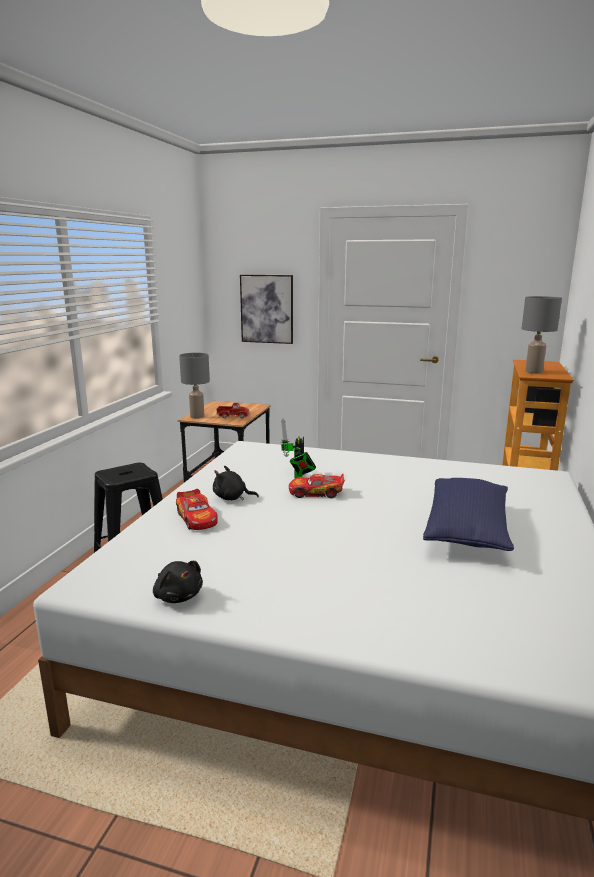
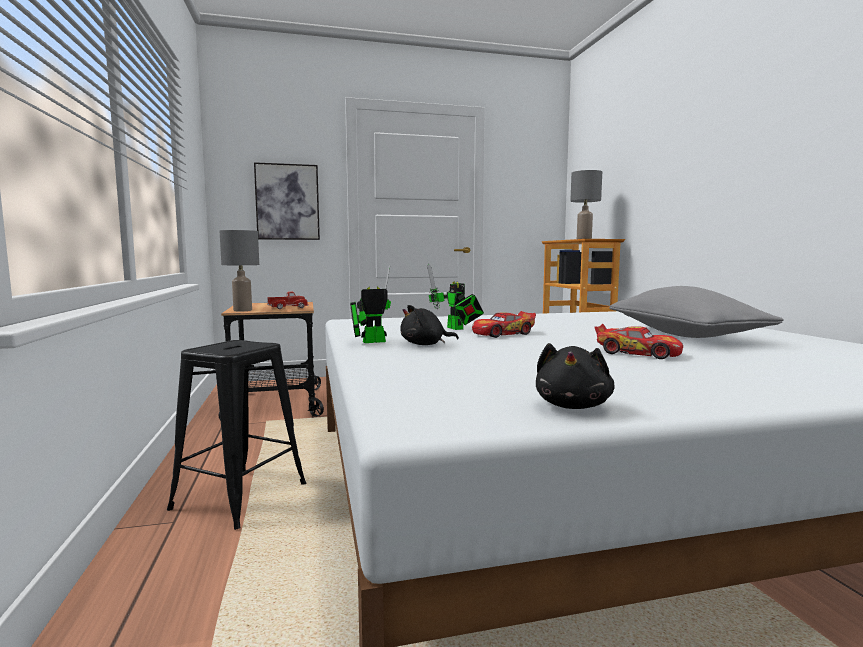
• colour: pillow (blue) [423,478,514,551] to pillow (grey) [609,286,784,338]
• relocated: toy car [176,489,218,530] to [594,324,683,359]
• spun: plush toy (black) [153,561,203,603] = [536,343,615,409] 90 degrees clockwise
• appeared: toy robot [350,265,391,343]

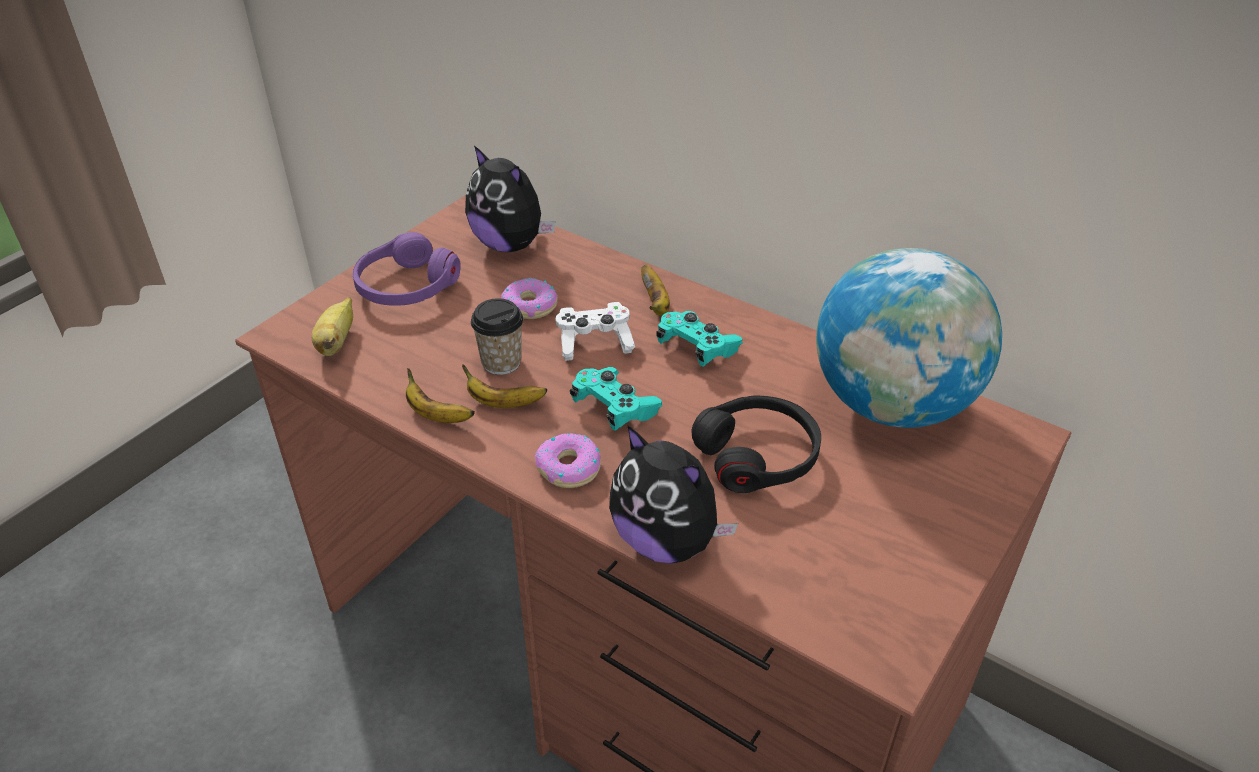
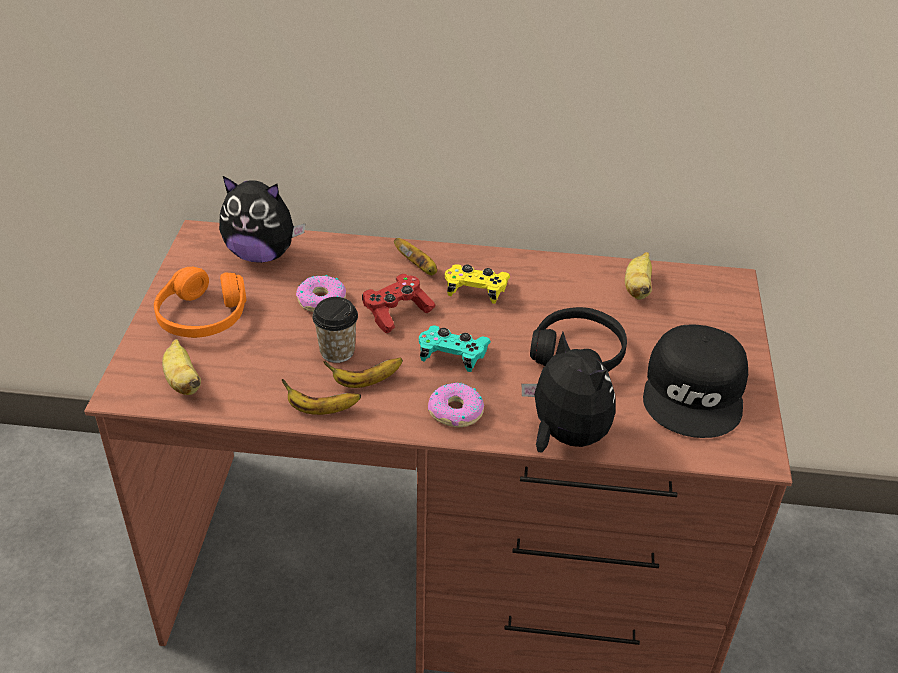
• colour: headphones (purple) [353,232,461,306] to headphones (orange) [154,267,246,338]
• exchanged: globe [816,248,1002,428] to banana [625,252,652,300]
• colour: game controller (white) [556,302,635,361] to game controller (red) [362,274,435,334]
• colour: game controller (turquoise) [656,311,743,367] to game controller (yellow) [445,264,510,304]
• spun: plush toy [609,425,738,564] = [522,332,616,452] 135 degrees counterclockwise
• appeared: cap (black) [643,325,748,438]

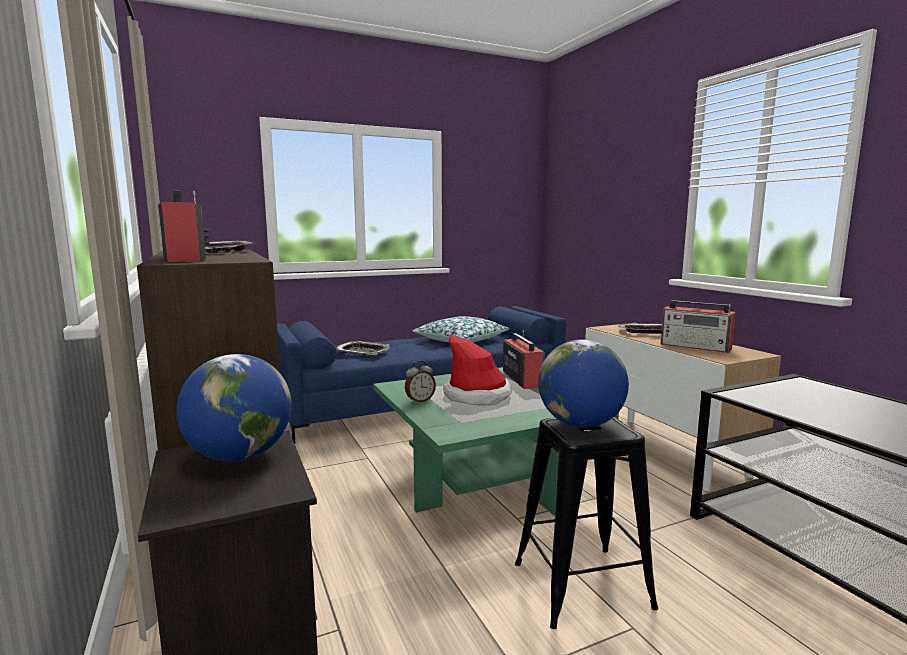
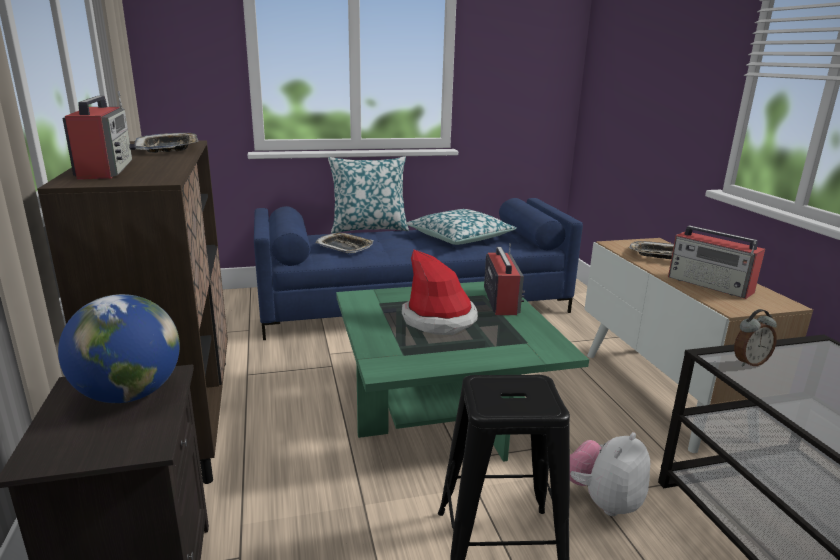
• missing: globe [538,339,629,428]
• relocated: alarm clock [405,361,436,403] to [734,309,777,367]
• appeared: pillow [328,156,409,233]
• appeared: plush toy [570,432,650,516]

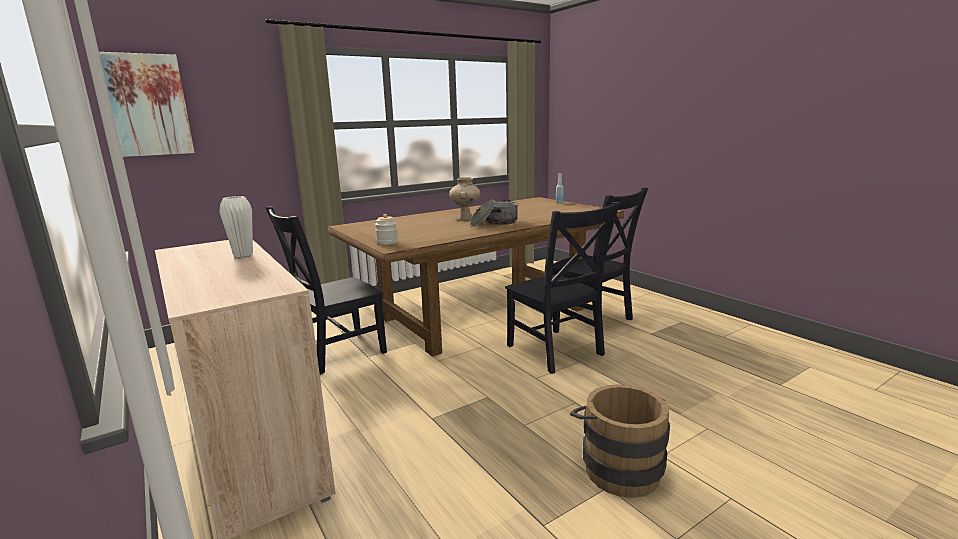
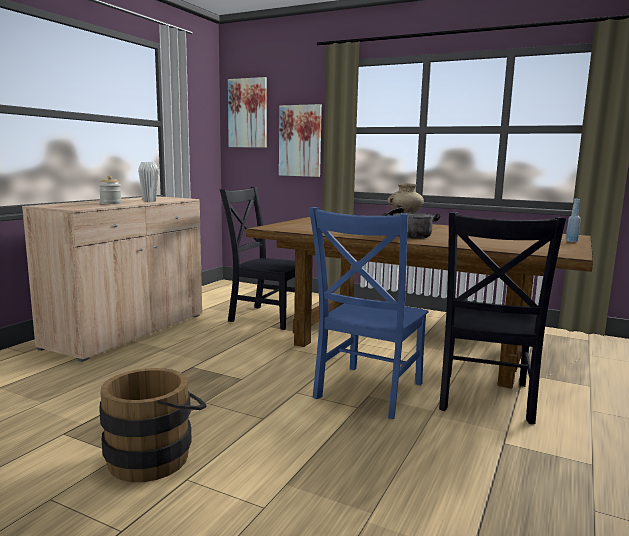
• colour: chair (black) [505,202,620,374] to chair (blue) [309,207,428,419]
• relocated: jar [375,214,398,245] to [99,176,122,204]
• appeared: picture [279,104,322,177]

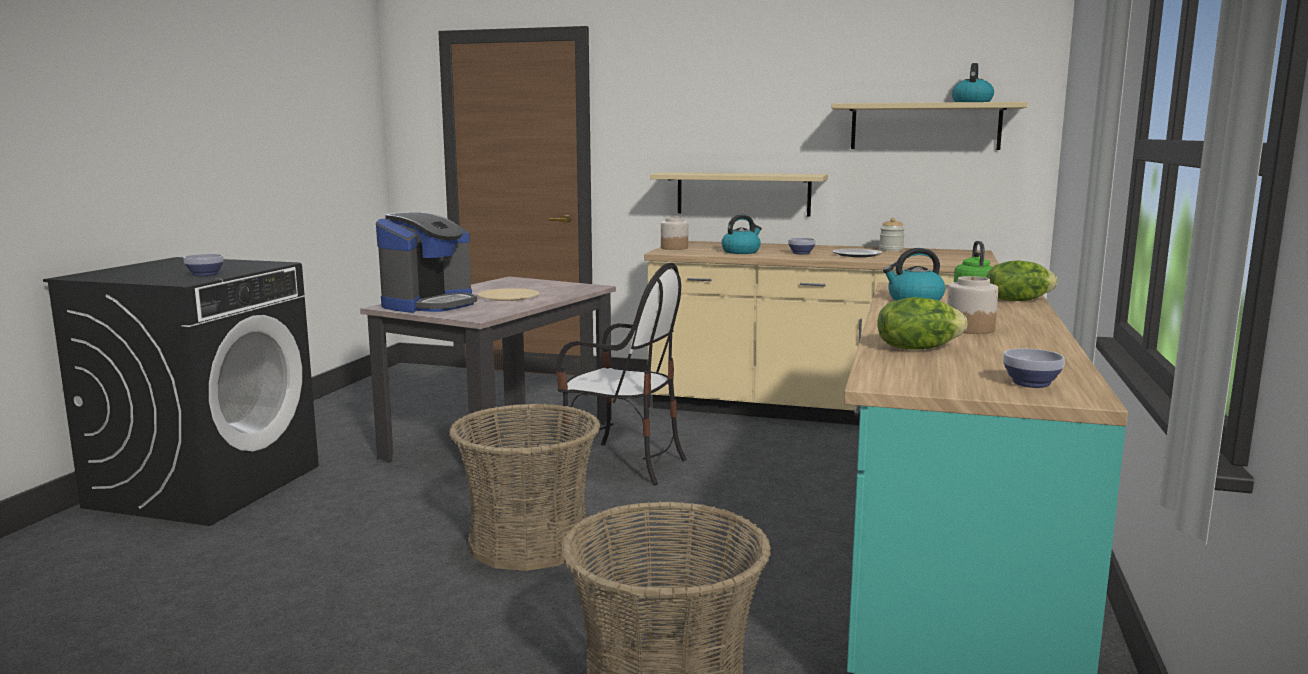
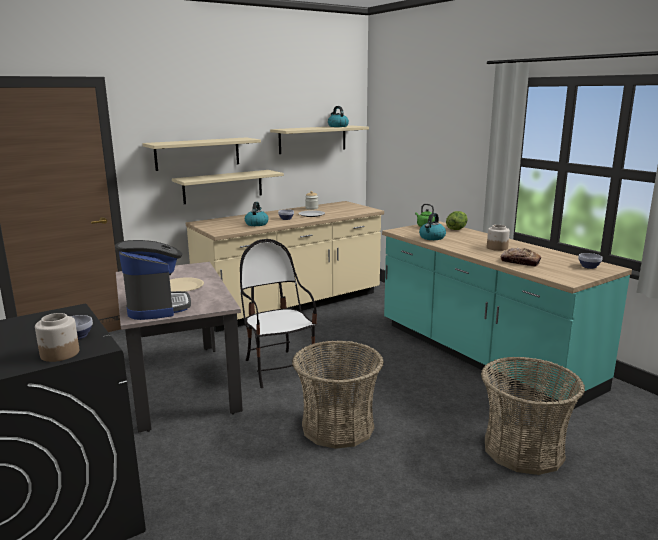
• relocated: jar [661,217,688,250] to [35,313,79,362]
• spun: chair [556,262,687,485] = [240,239,317,388] 90 degrees counterclockwise
• exchanged: lettuce [877,297,967,350] to bread [501,248,541,266]
• appeared: shelf (beige) [142,137,261,171]

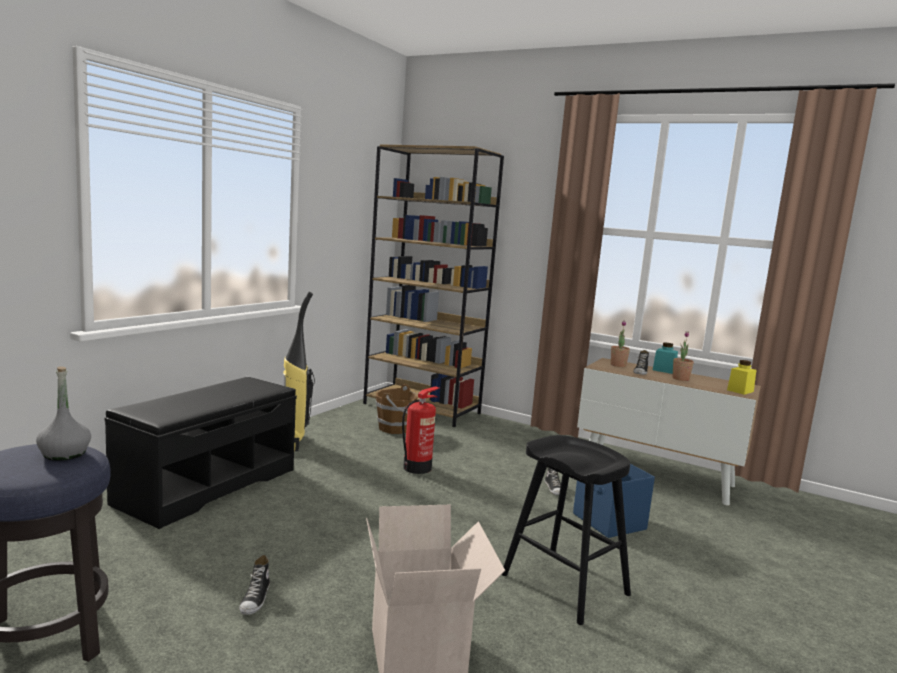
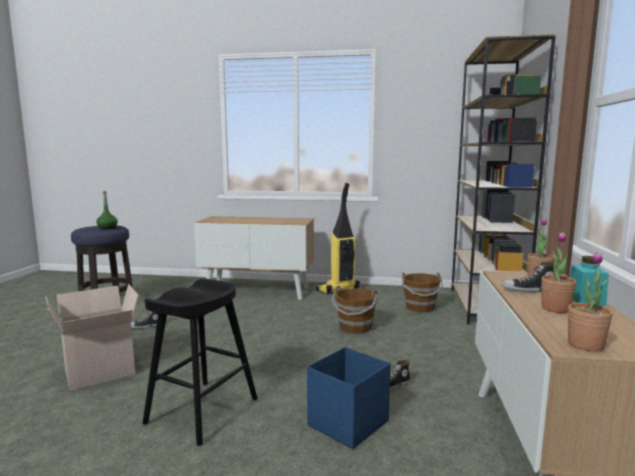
• exchanged: jar (yellow) [727,360,756,395] to potted plant [568,252,613,351]
• colour: bottle (grey) [36,367,91,461] to bottle (green) [96,191,118,229]
• exchanged: bench (black) [105,377,297,529] to cabinet [194,216,314,300]
• exchanged: fire extinguisher [402,386,440,474] to bucket (brown) [332,286,377,334]

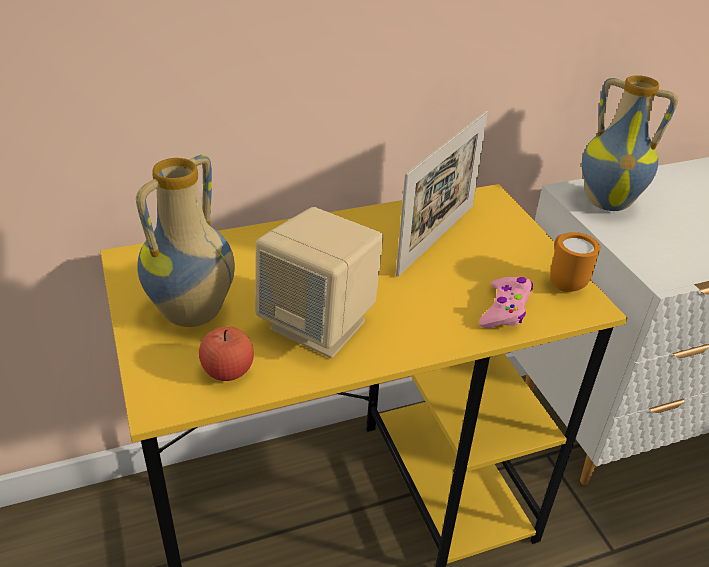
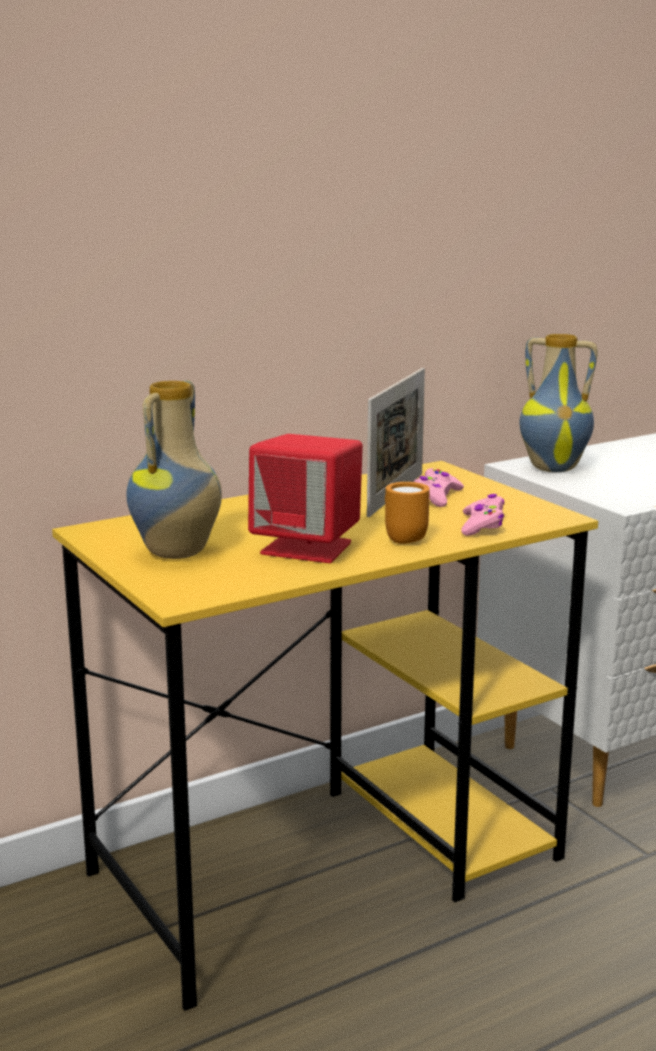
• colour: speaker (beige) [255,207,383,358] to speaker (red) [248,434,363,563]
• relocated: mug (orange) [551,232,600,292] to [385,482,430,544]
• missing: apple [199,326,254,381]
• appeared: game controller (pink) [413,468,464,507]

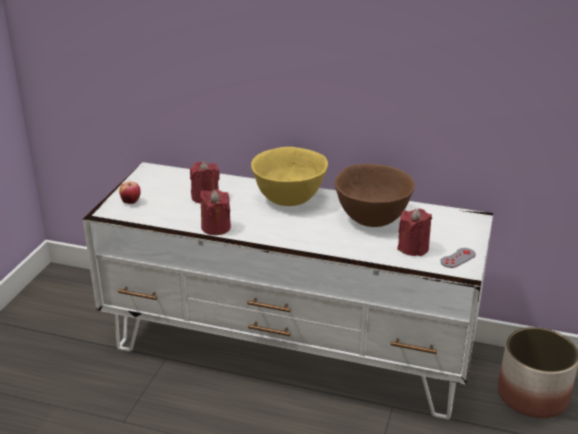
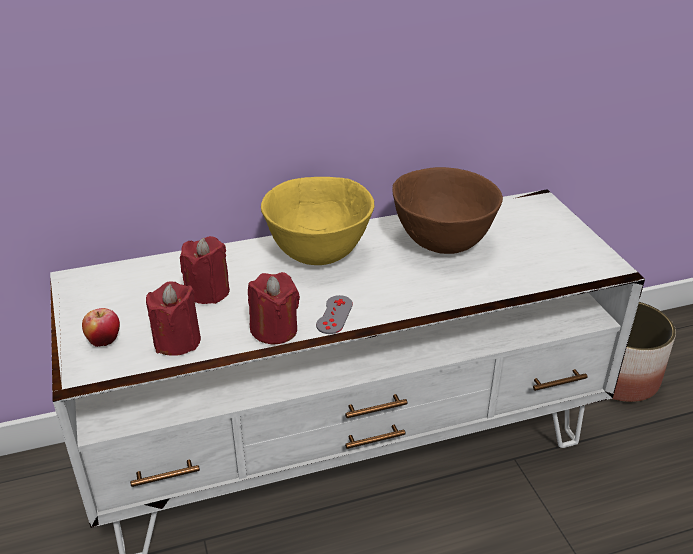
• relocated: candle (red) [397,208,432,256] to [146,282,201,356]
• relocated: game controller (grey) [440,248,476,268] to [316,295,353,334]

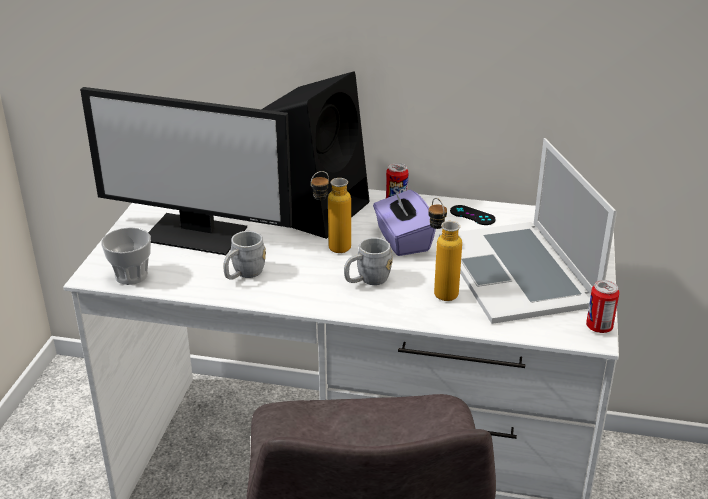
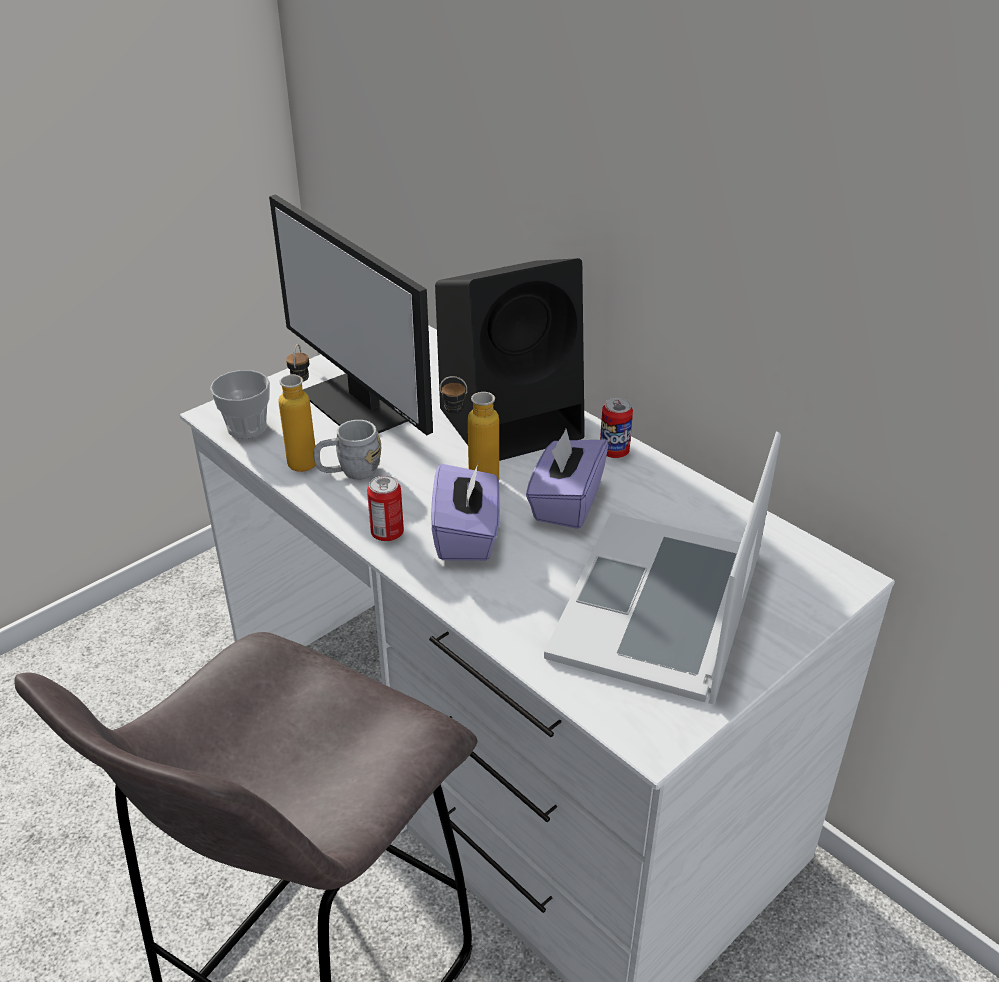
• relocated: bottle [428,198,462,301] to [279,344,316,472]
• missing: game controller (black) [450,205,496,225]
• exchanged: mug (grey) [344,237,393,285] to tissue box (purple) [431,462,500,561]
• relocated: can [586,280,620,333] to [367,476,404,541]

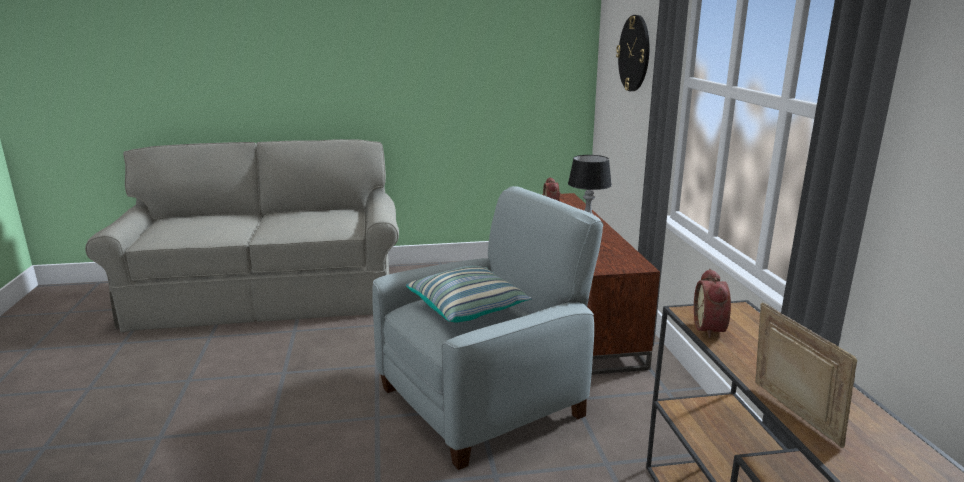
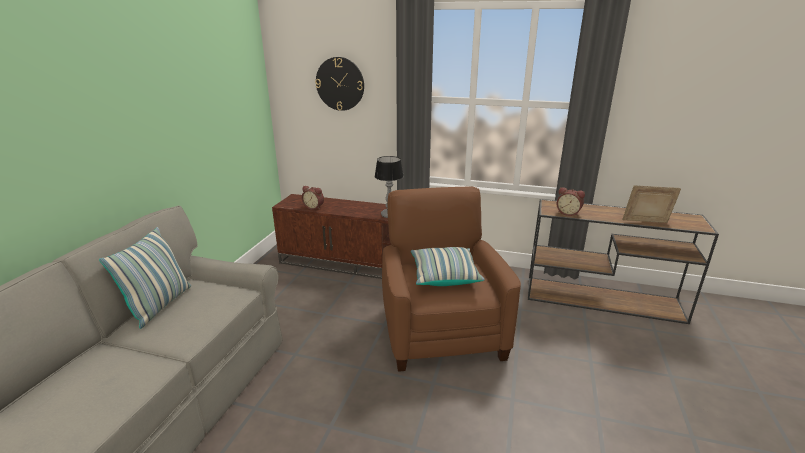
• colour: armchair (grey) [372,186,603,470] to armchair (brown) [382,186,521,372]
• appeared: pillow [99,227,191,329]

